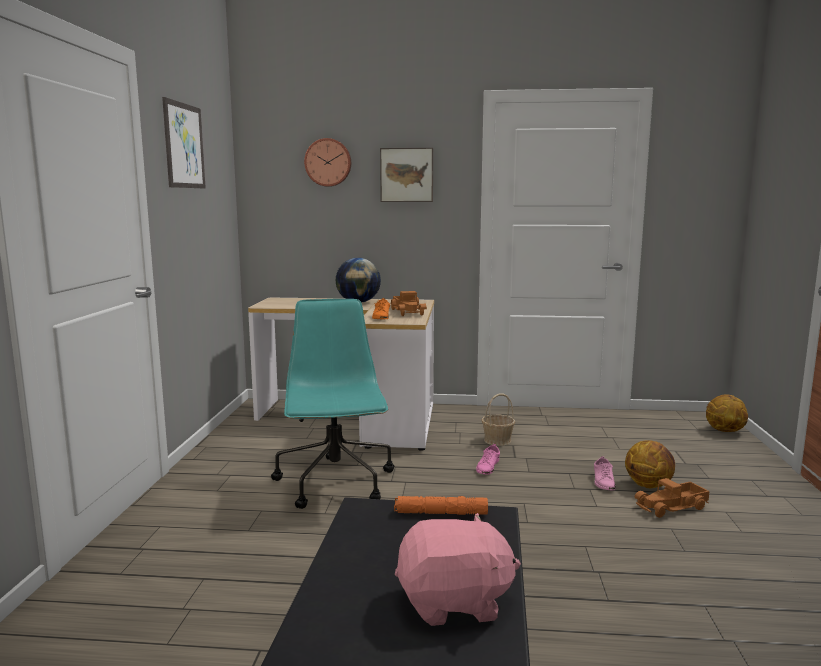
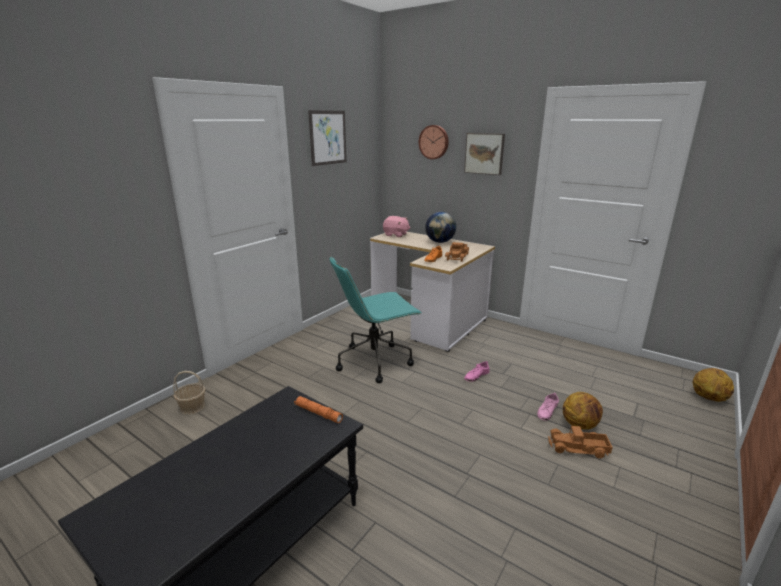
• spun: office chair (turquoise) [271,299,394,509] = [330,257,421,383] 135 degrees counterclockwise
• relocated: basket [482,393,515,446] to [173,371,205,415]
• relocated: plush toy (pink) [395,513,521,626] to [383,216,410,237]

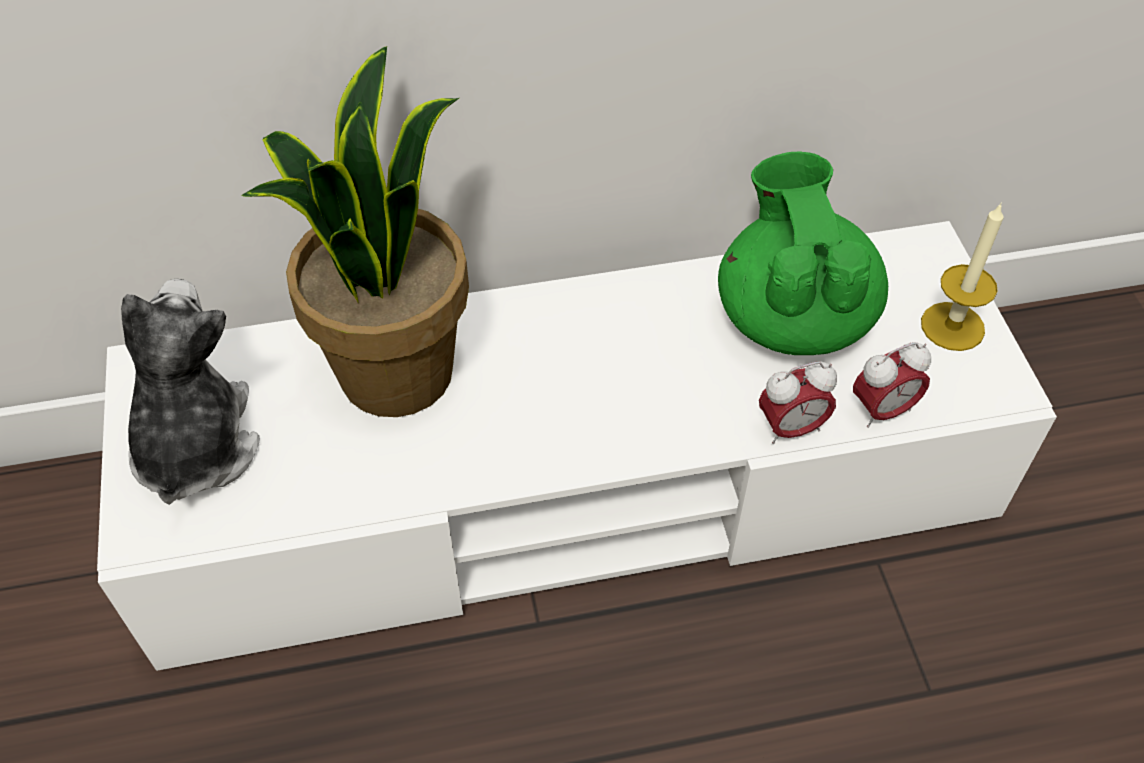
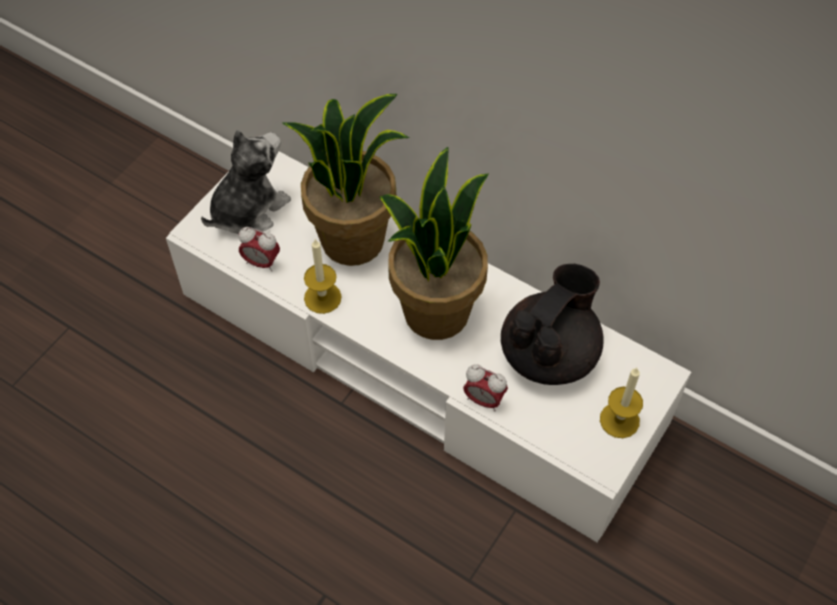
• colour: teapot (green) [718,151,888,355] to teapot (black) [501,264,604,385]
• relocated: alarm clock [853,342,931,428] to [238,227,280,272]
• appeared: potted plant [380,147,489,340]
• appeared: candle [304,239,342,314]

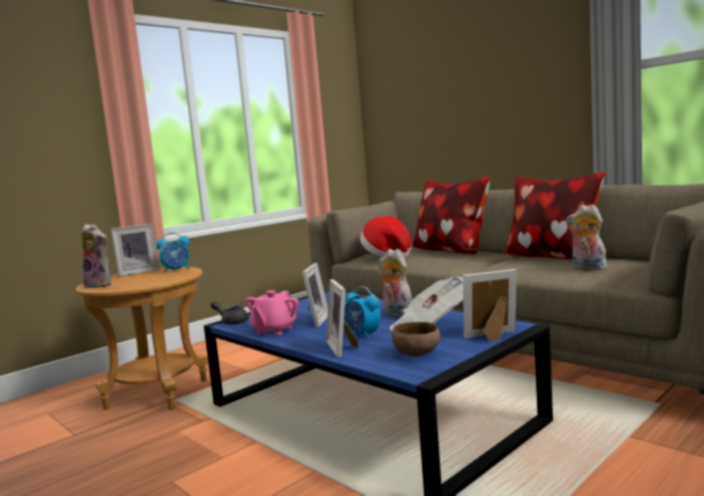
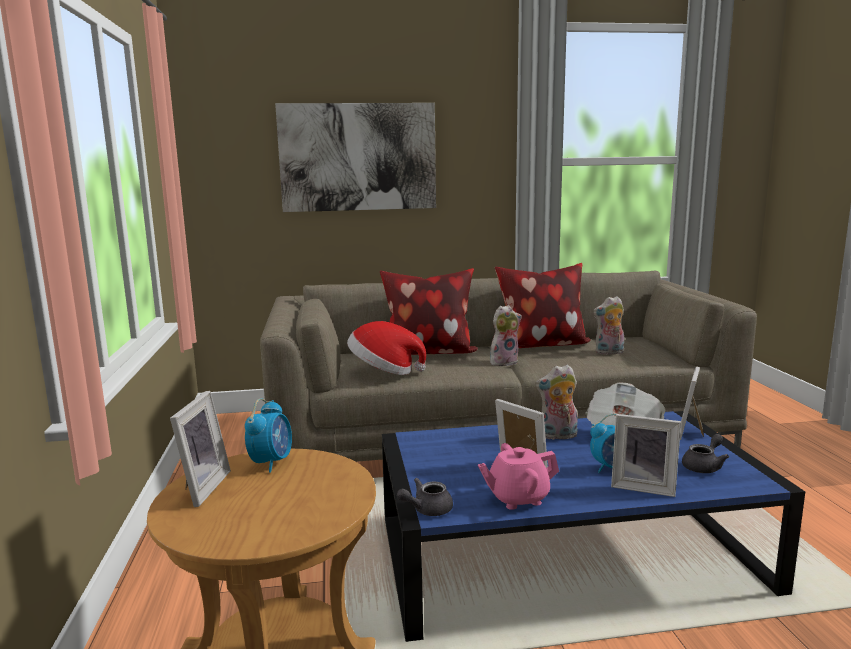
• relocated: plush toy [81,224,111,288] to [490,305,522,366]
• spun: teapot (pink) [246,290,299,335] = [478,443,559,510] 105 degrees clockwise
• exchanged: bowl (brown) [392,322,441,356] to teapot (grey) [682,434,729,473]
• appeared: picture [275,103,436,212]

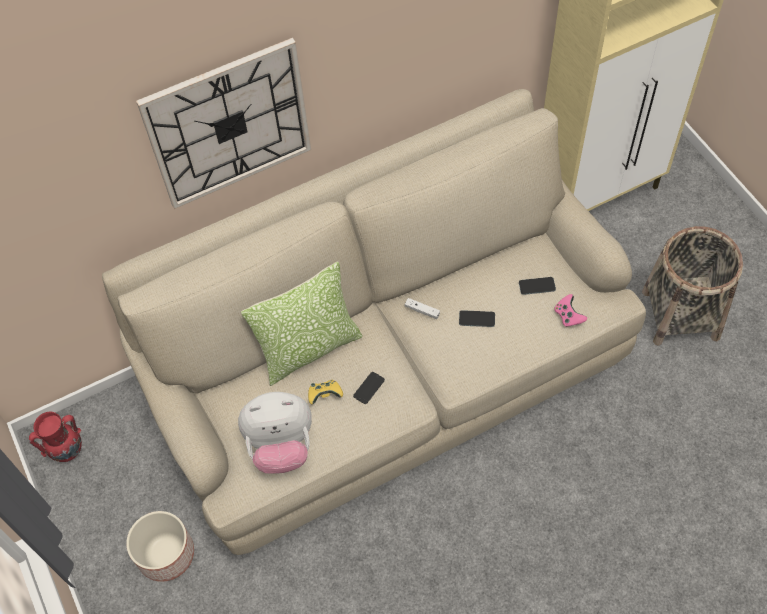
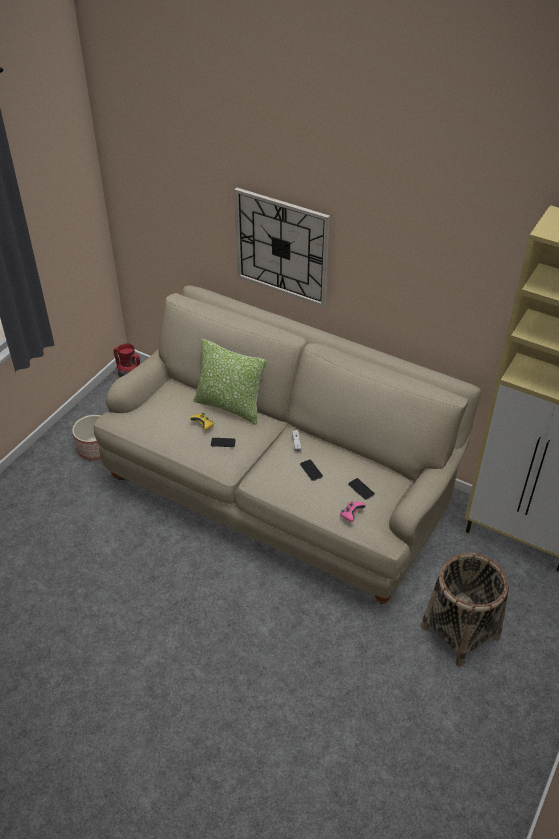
• missing: plush toy [238,392,312,474]

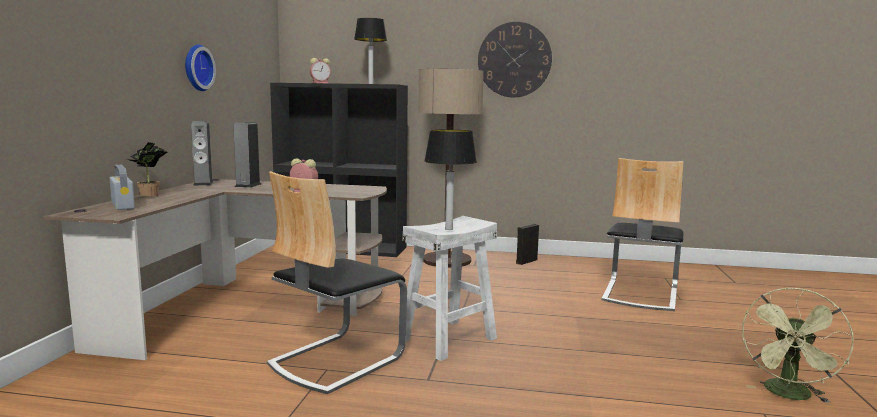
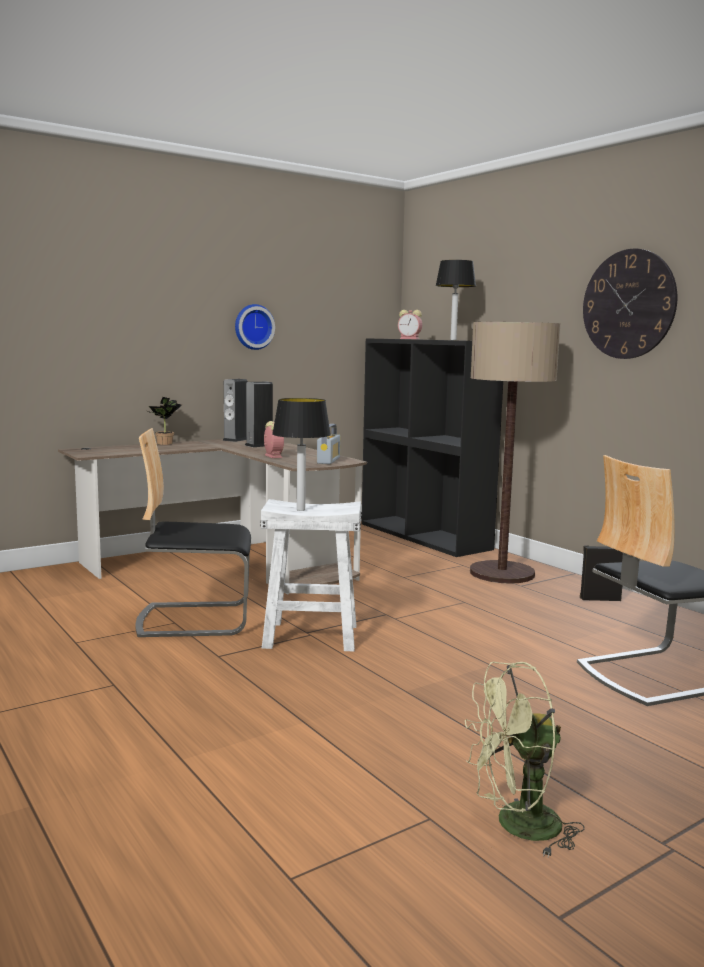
• relocated: radio [109,165,135,210] to [317,424,340,464]

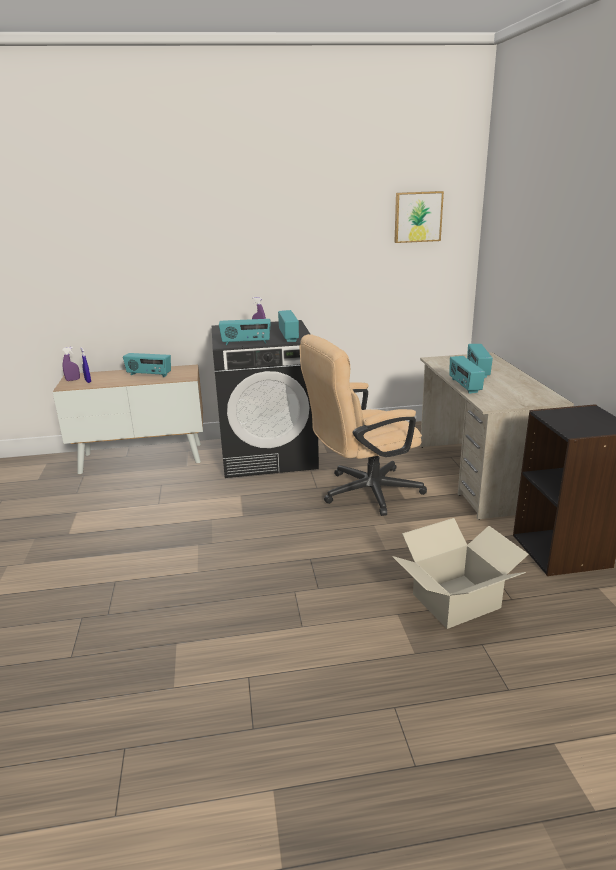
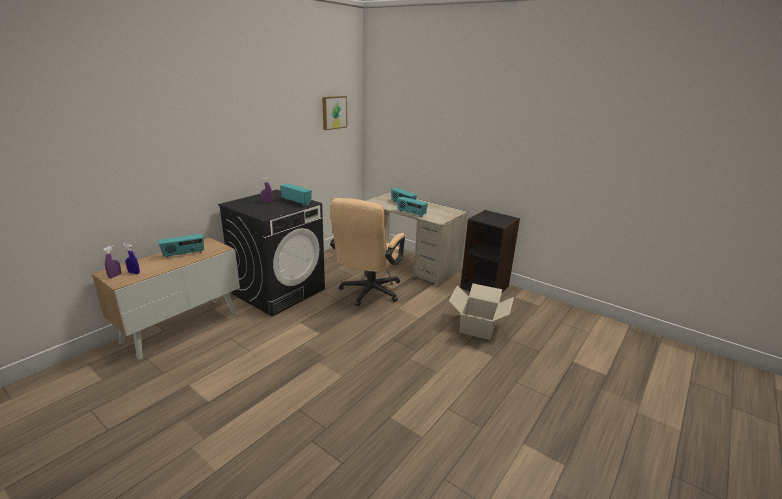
• missing: radio [219,319,271,345]

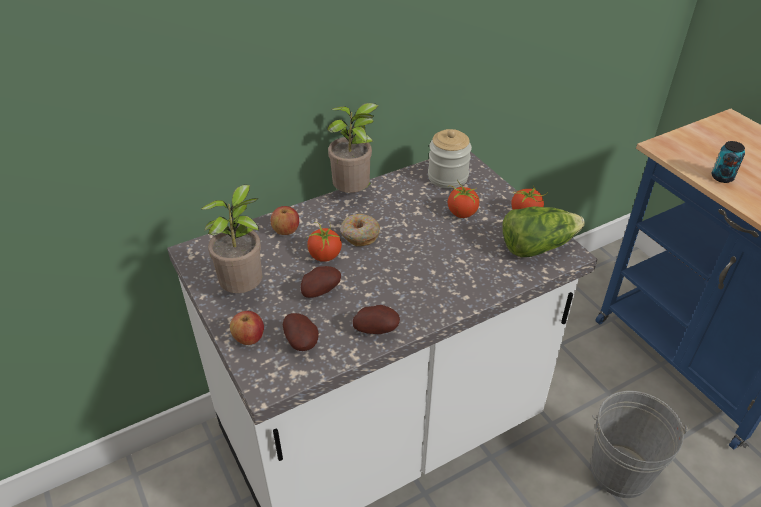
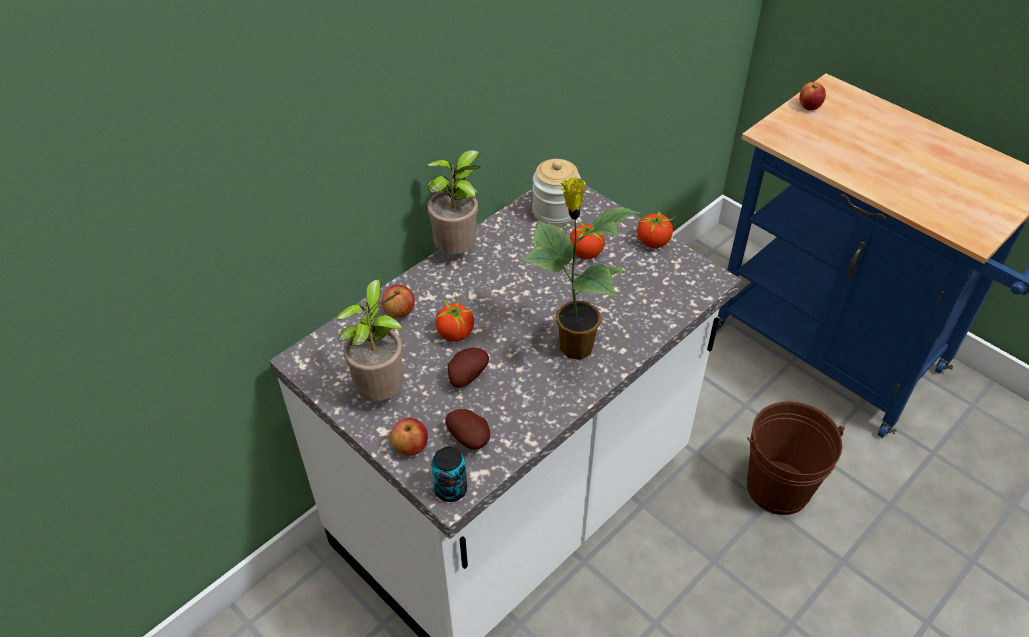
• relocated: can [712,141,745,183] to [431,447,467,502]
• missing: lettuce [502,206,585,257]
• missing: donut [340,214,380,246]
• missing: potato [353,305,400,334]
• colour: bucket (grey) [591,391,689,498] to bucket (brown) [747,401,845,515]
• appeared: apple [799,82,826,110]
• appeared: potted plant [522,177,641,360]

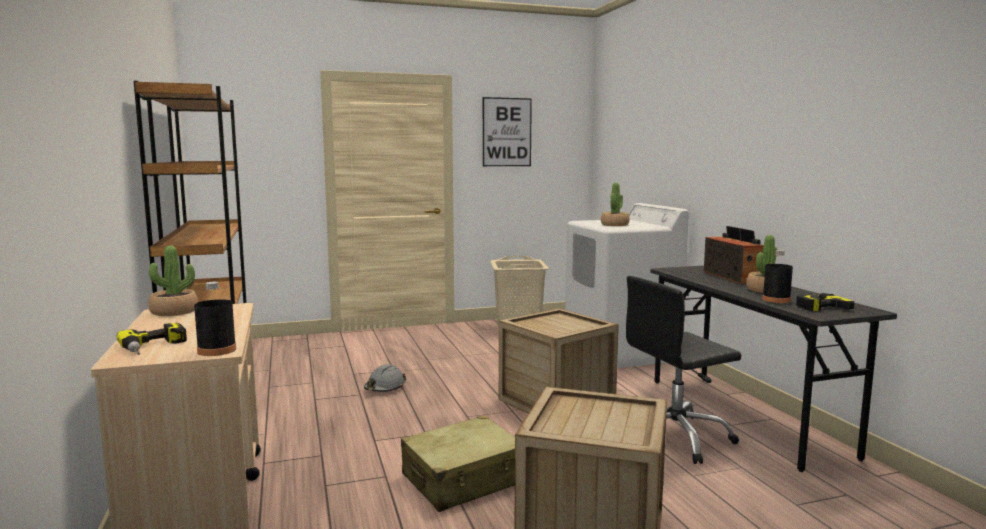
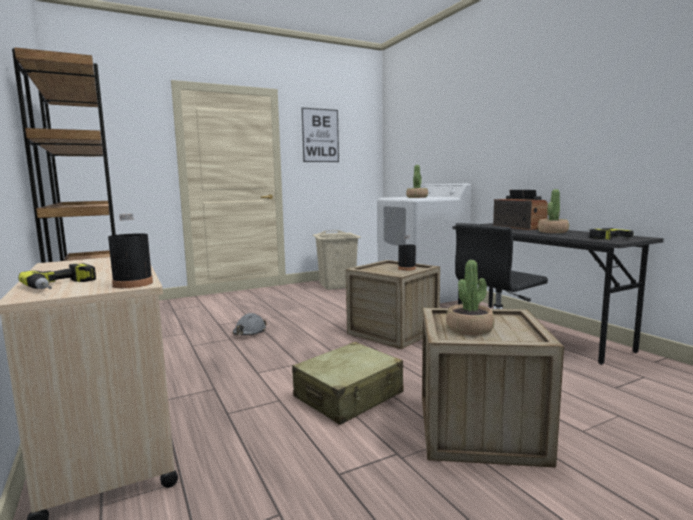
• relocated: potted plant [148,246,198,316] to [446,260,495,335]
• relocated: bottle (black) [762,250,793,303] to [398,235,416,271]

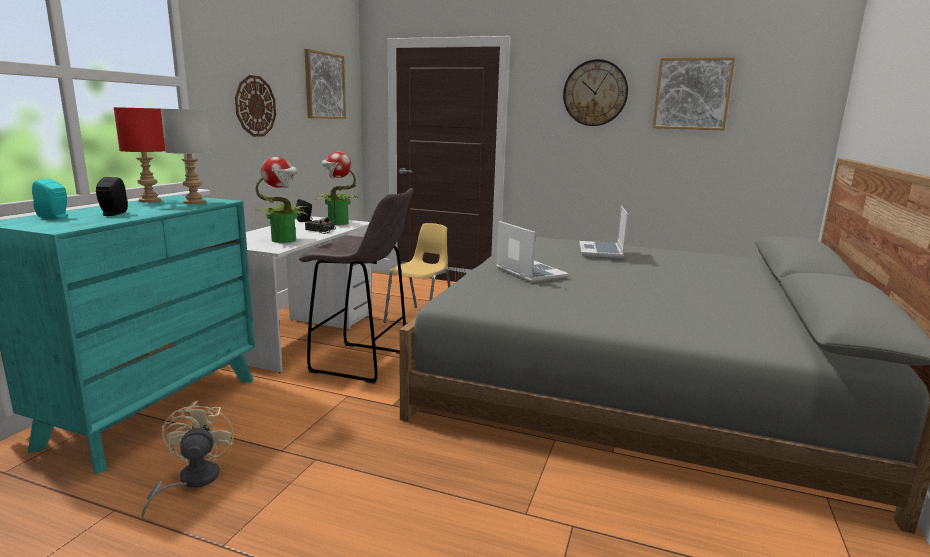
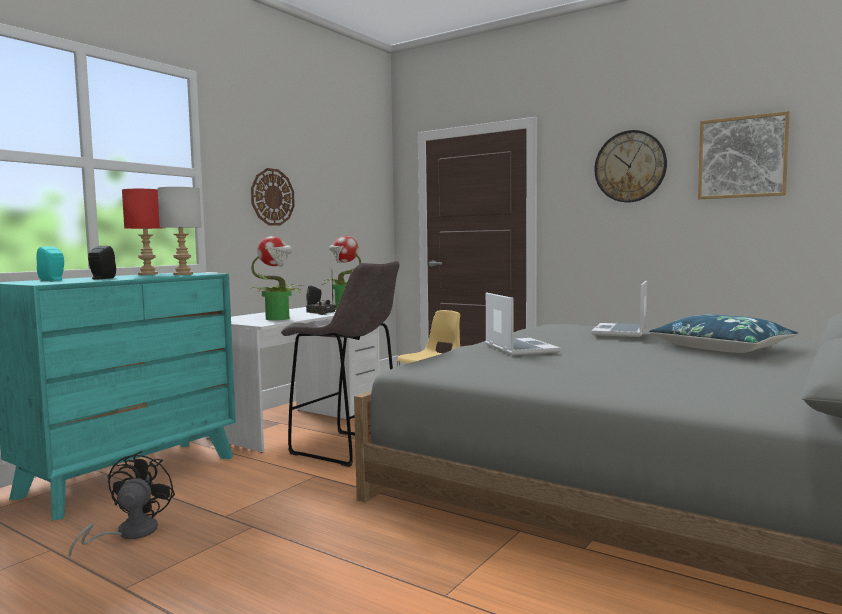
• missing: picture [304,49,346,119]
• colour: fan (beige) [141,401,234,518] to fan (black) [69,451,175,559]
• appeared: pillow (blue) [649,314,798,353]

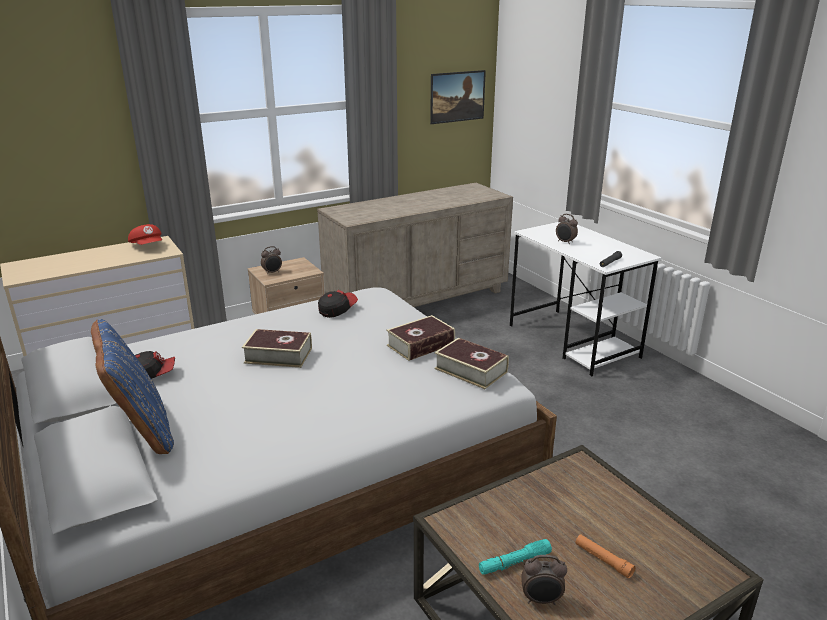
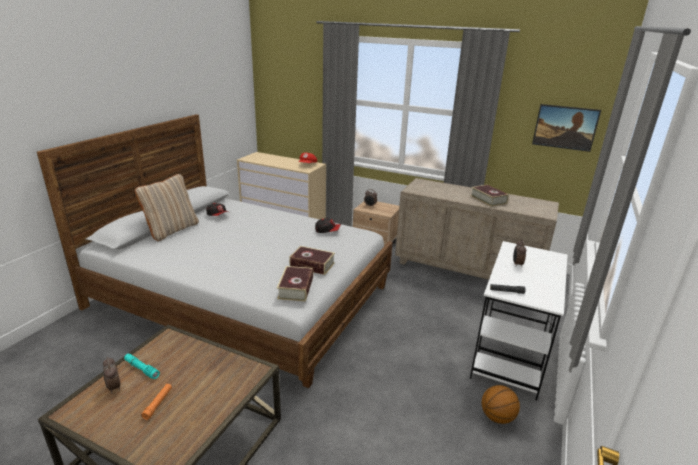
• colour: pillow (blue) [91,319,174,454] to pillow (beige) [135,174,199,241]
• relocated: book [242,329,312,368] to [470,185,509,207]
• appeared: basketball [482,385,520,424]

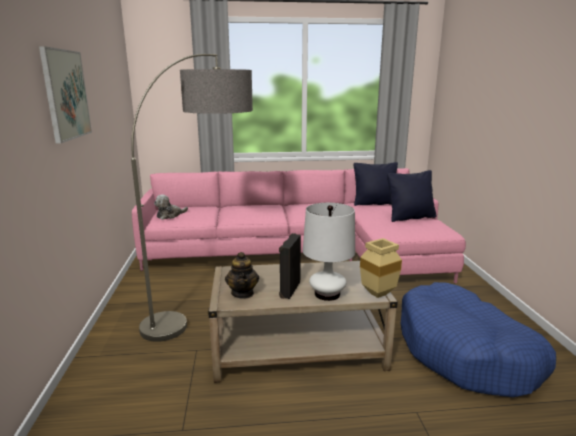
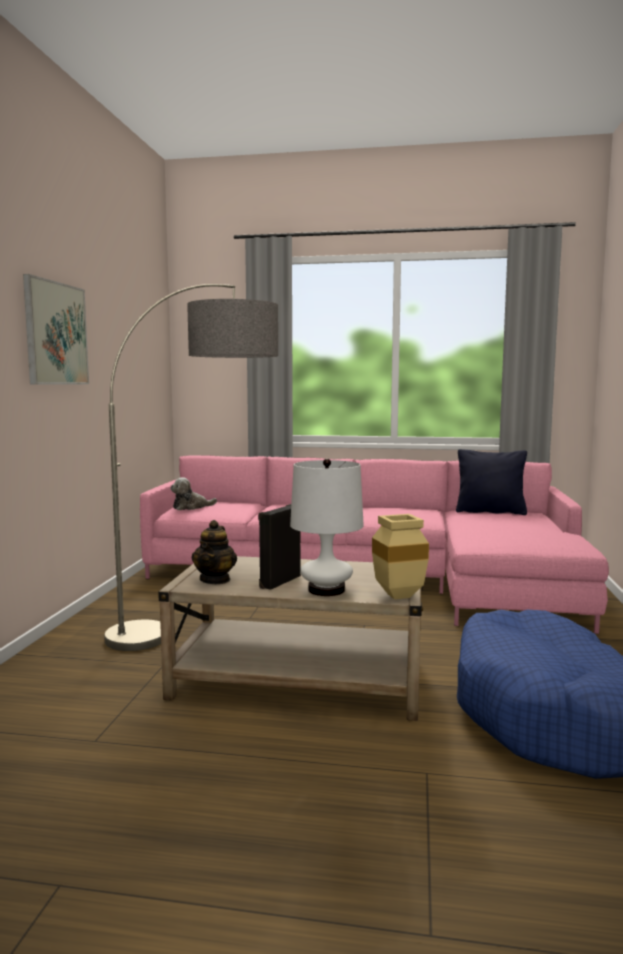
• missing: pillow (black) [387,170,436,222]

